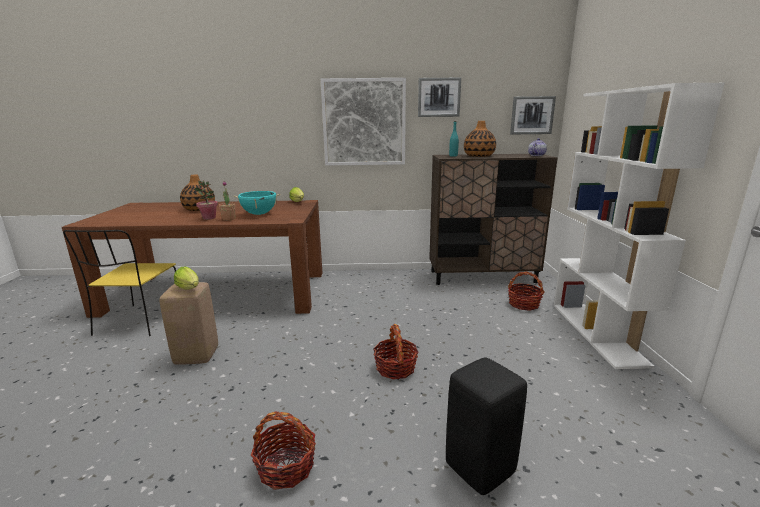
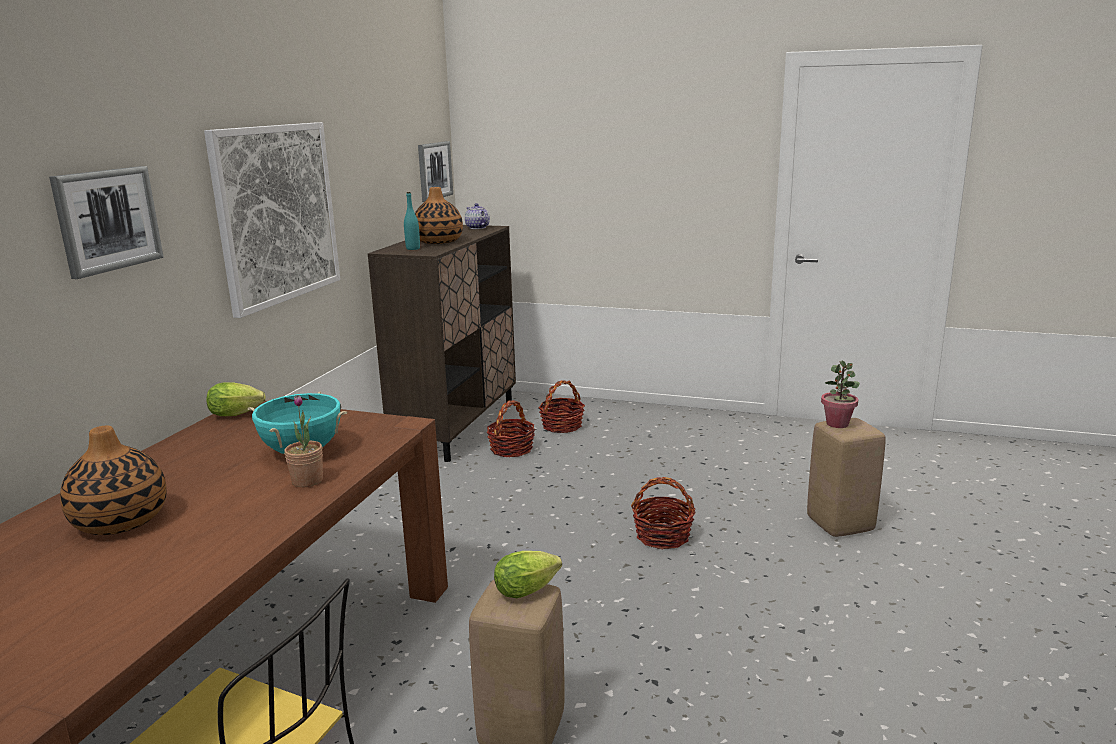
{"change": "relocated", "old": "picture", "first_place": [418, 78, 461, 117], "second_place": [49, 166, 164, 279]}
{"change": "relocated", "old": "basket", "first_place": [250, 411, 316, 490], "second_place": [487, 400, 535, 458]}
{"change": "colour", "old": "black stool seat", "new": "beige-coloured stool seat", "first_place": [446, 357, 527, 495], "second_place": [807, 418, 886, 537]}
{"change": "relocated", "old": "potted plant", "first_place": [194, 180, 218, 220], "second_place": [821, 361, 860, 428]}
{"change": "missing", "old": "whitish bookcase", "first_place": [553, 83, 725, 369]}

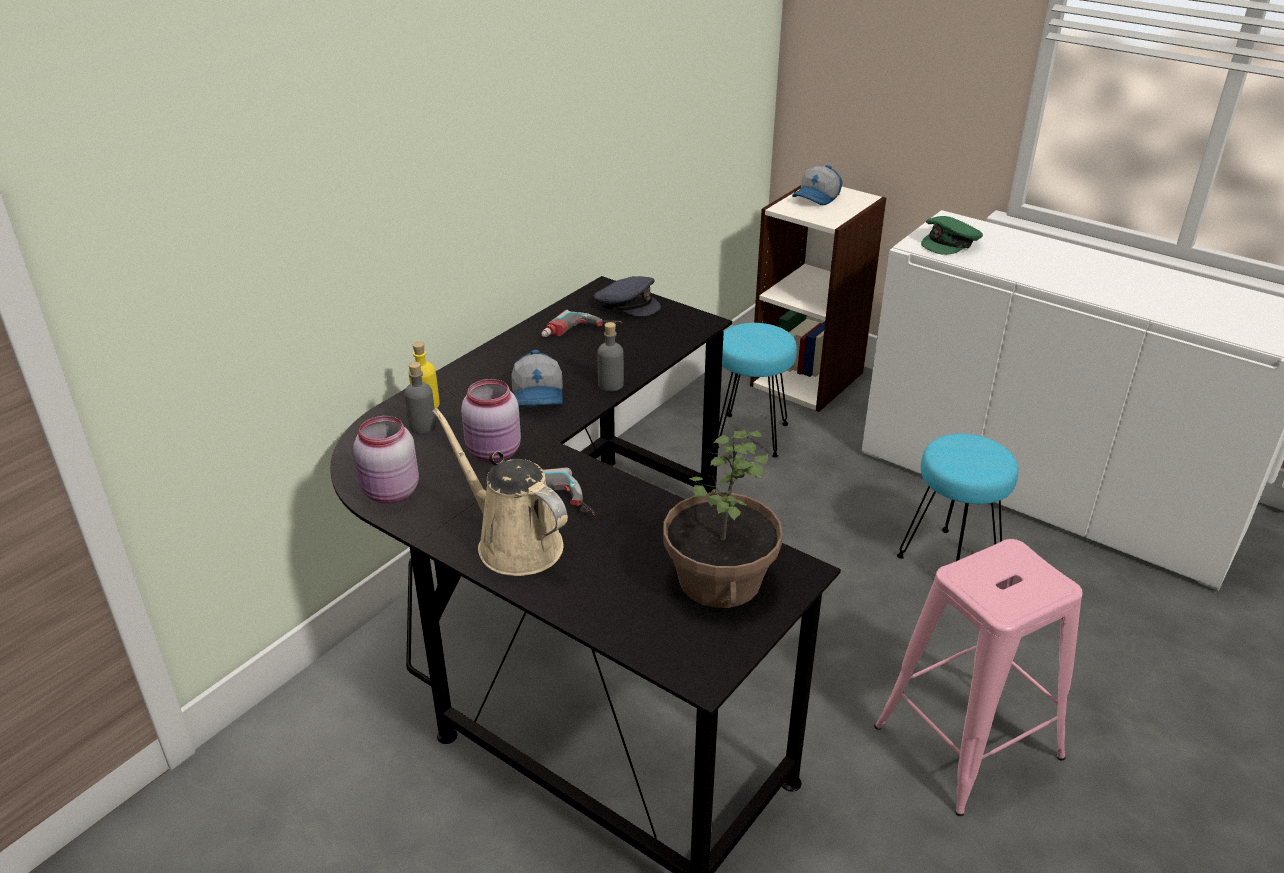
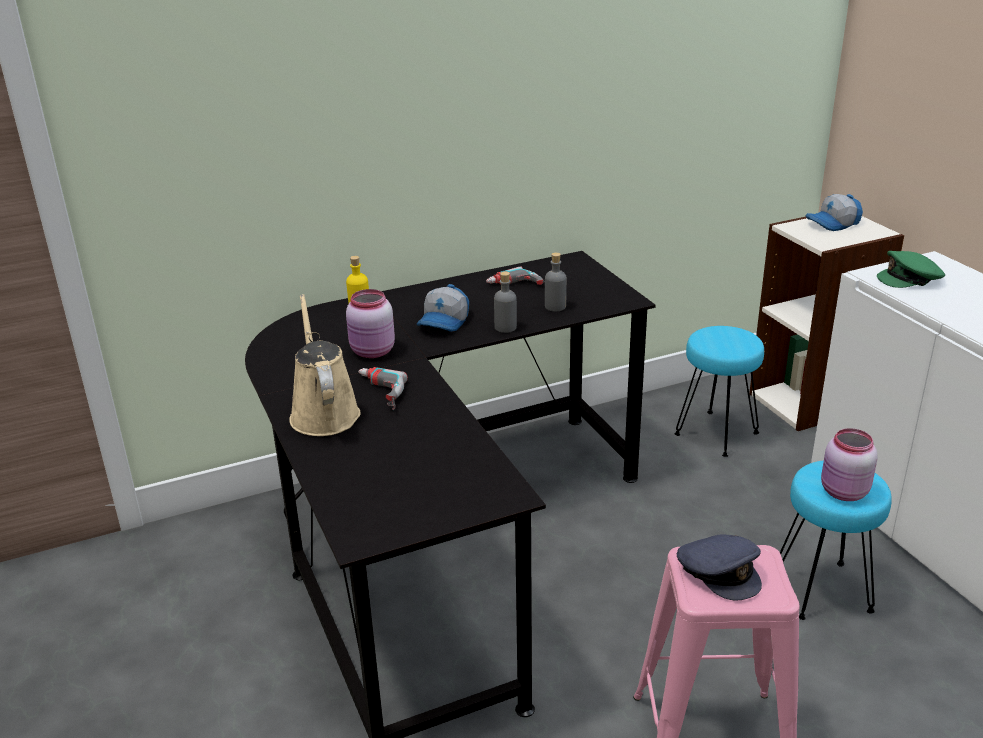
{"change": "relocated", "old": "greyish bottle", "first_place": [404, 362, 436, 434], "second_place": [545, 252, 567, 311]}
{"change": "relocated", "old": "greyish peaked cap", "first_place": [594, 276, 661, 317], "second_place": [677, 535, 762, 600]}
{"change": "relocated", "old": "pink-coloured storage jar", "first_place": [353, 416, 419, 504], "second_place": [821, 428, 878, 501]}
{"change": "missing", "old": "potted plant", "first_place": [663, 430, 783, 608]}

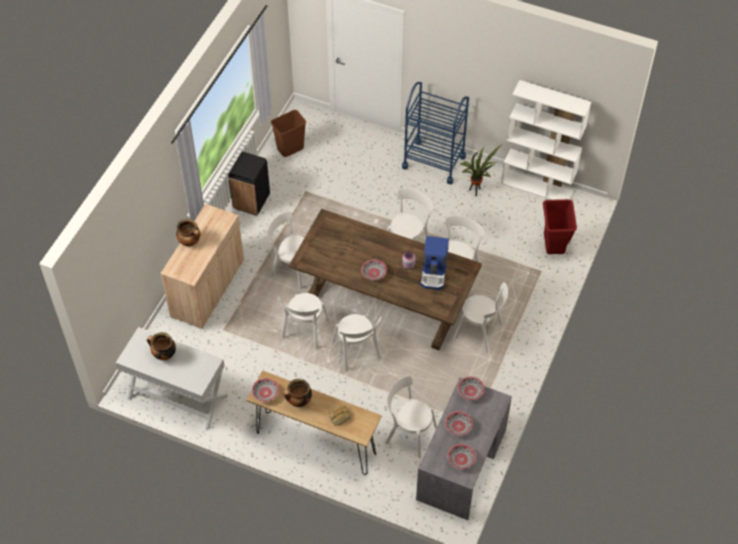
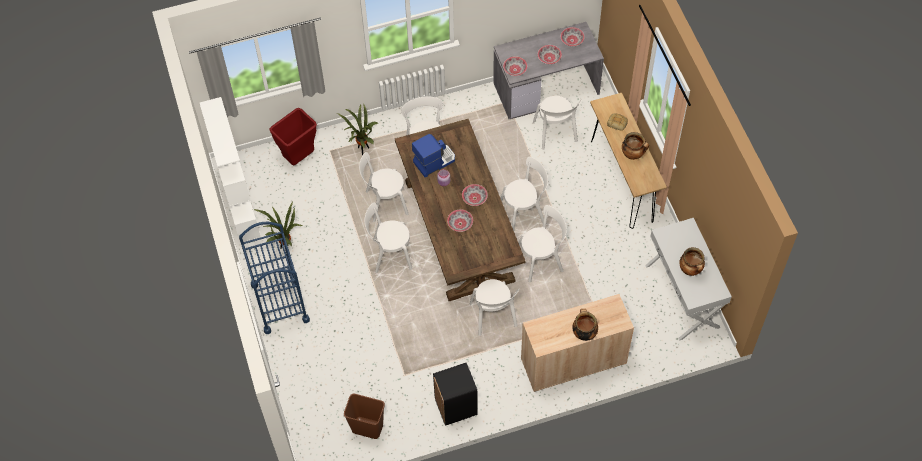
{"change": "appeared", "new": "potted plant", "second_place": [337, 103, 379, 155]}
{"change": "relocated", "old": "serving bowl", "first_place": [251, 378, 279, 402], "second_place": [447, 209, 473, 232]}
{"change": "spun", "old": "whitish chair", "first_place": [332, 314, 381, 372], "second_place": [501, 157, 548, 231], "degrees": 45}

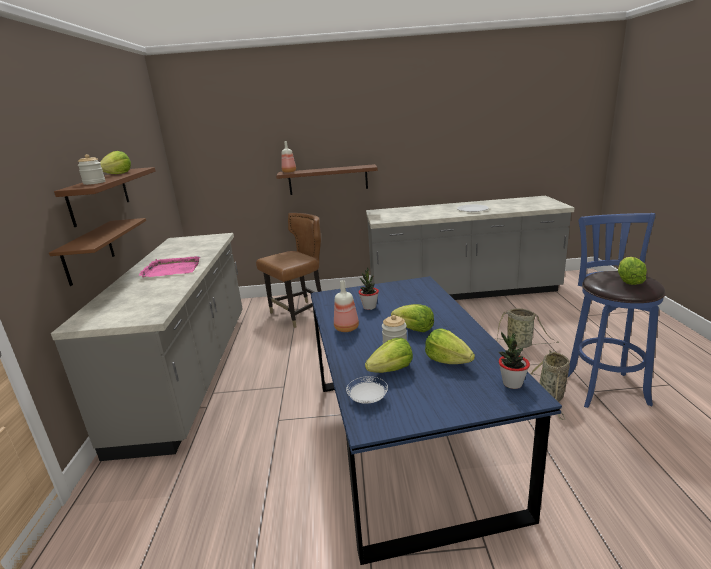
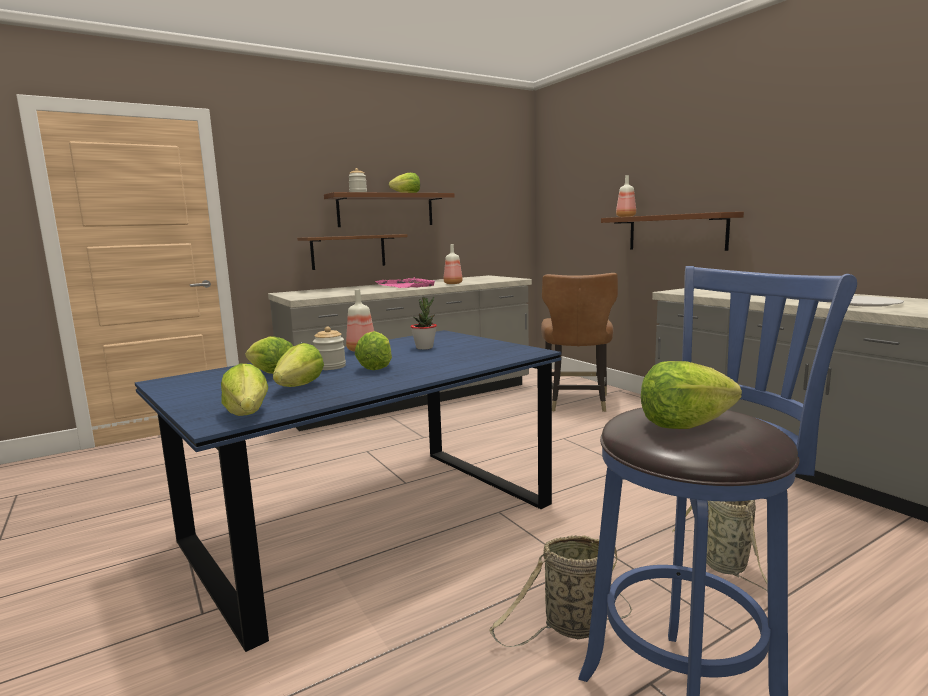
{"change": "exchanged", "old": "potted plant", "new": "lettuce head", "first_place": [499, 332, 530, 389], "second_place": [221, 364, 268, 416]}
{"change": "appeared", "new": "bottle", "second_place": [444, 244, 463, 284]}
{"change": "spun", "old": "brownish chair", "first_place": [256, 213, 321, 328], "second_place": [541, 273, 618, 412], "degrees": 75}
{"change": "missing", "old": "whitish flat dish", "first_place": [346, 376, 388, 404]}

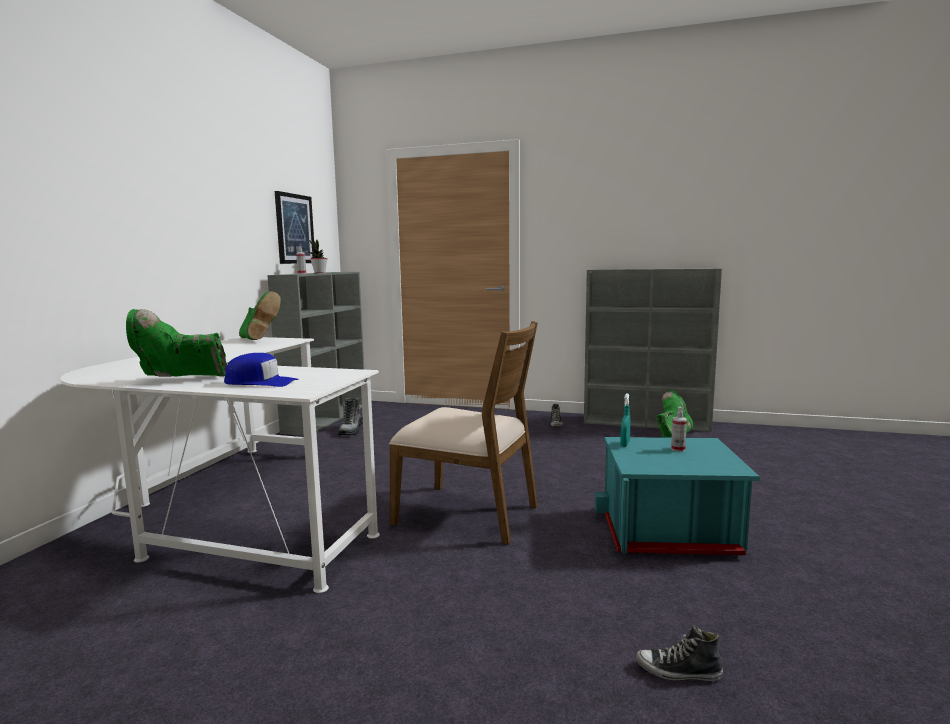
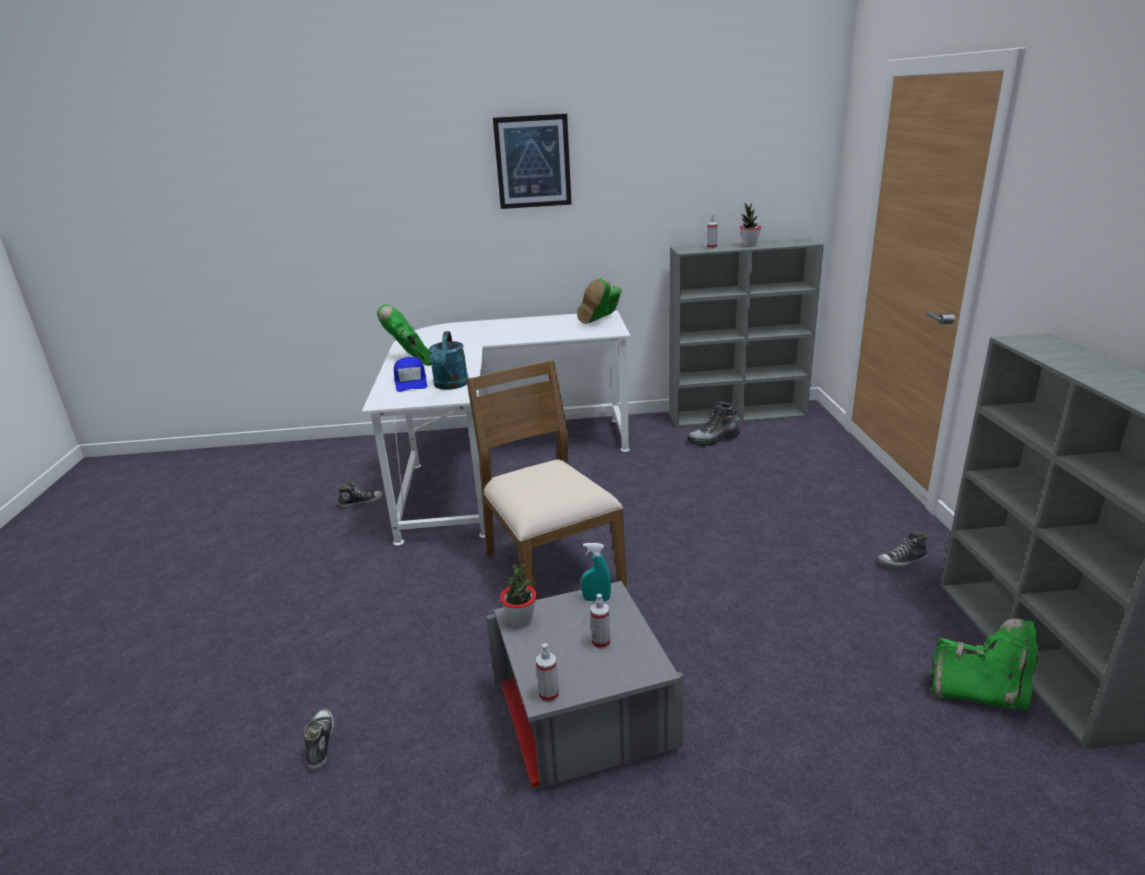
{"change": "appeared", "new": "low shoe", "second_place": [338, 481, 383, 508]}
{"change": "appeared", "new": "blue-green watering can", "second_place": [429, 331, 468, 390]}
{"change": "spun", "old": "brownish chair", "first_place": [389, 321, 538, 545], "second_place": [466, 360, 627, 588], "degrees": 150}
{"change": "colour", "old": "blue-green storage box", "new": "greyish storage box", "first_place": [594, 437, 760, 555], "second_place": [487, 581, 684, 788]}
{"change": "relocated", "old": "picture", "first_place": [275, 191, 315, 264], "second_place": [493, 113, 571, 209]}
{"change": "appeared", "new": "potted plant", "second_place": [500, 563, 537, 628]}
{"change": "appeared", "new": "hand sprayer", "second_place": [536, 643, 559, 703]}

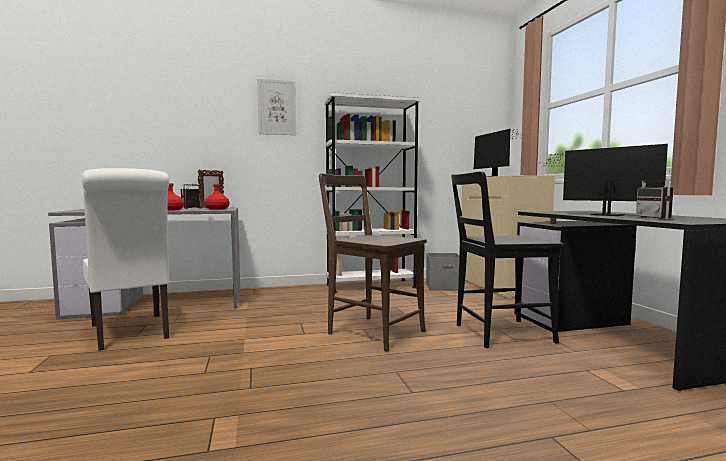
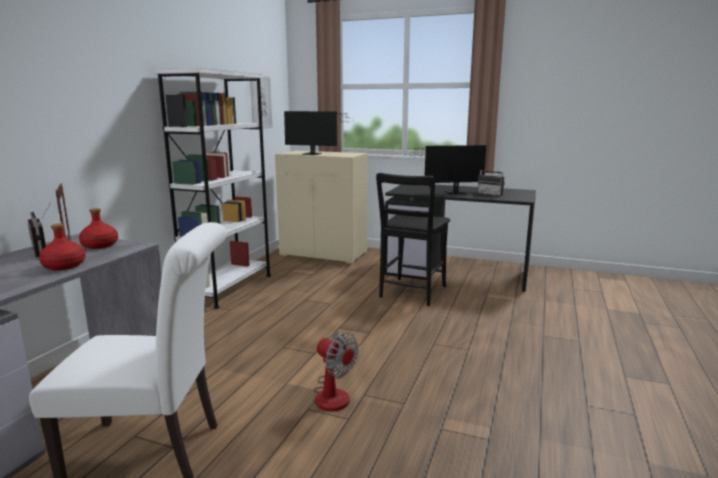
{"change": "relocated", "old": "picture", "first_place": [257, 79, 296, 135], "second_place": [250, 76, 273, 128]}
{"change": "appeared", "new": "electric fan", "second_place": [314, 331, 359, 411]}
{"change": "missing", "old": "brownish chair", "first_place": [319, 173, 427, 352]}
{"change": "missing", "old": "greyish storage box", "first_place": [426, 253, 459, 291]}

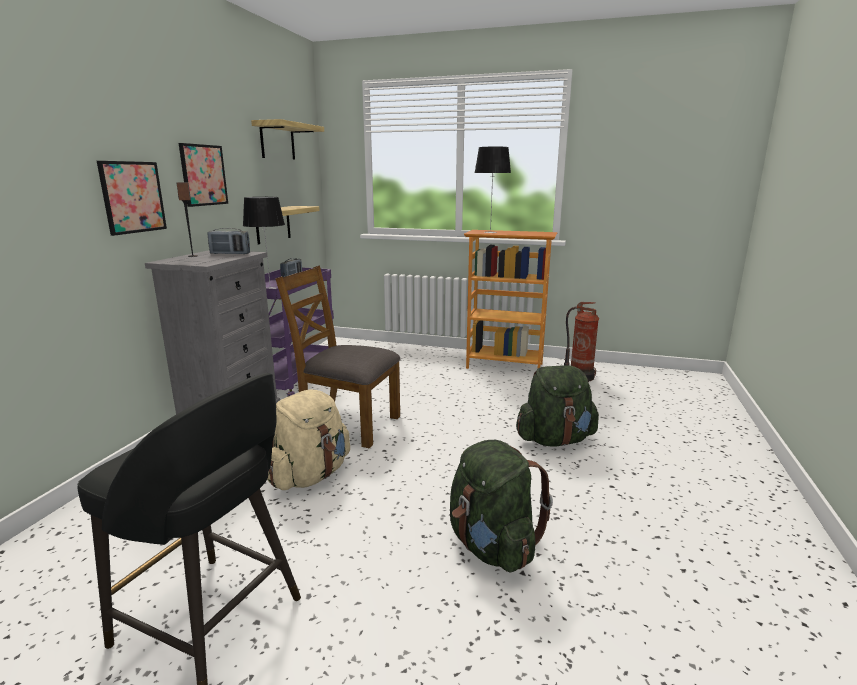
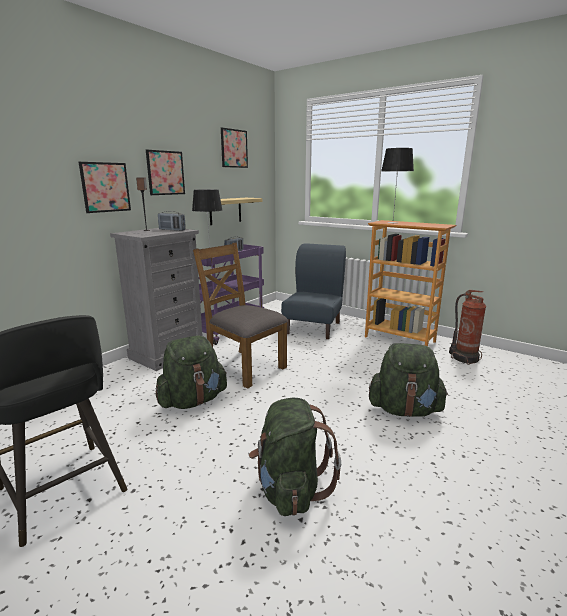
{"change": "colour", "old": "beige-coloured knapsack", "new": "greenish knapsack", "first_place": [267, 389, 350, 490], "second_place": [156, 336, 227, 409]}
{"change": "exchanged", "old": "shelf", "new": "picture", "first_place": [251, 119, 324, 160], "second_place": [221, 128, 248, 168]}
{"change": "appeared", "new": "blue chair", "second_place": [281, 243, 346, 339]}

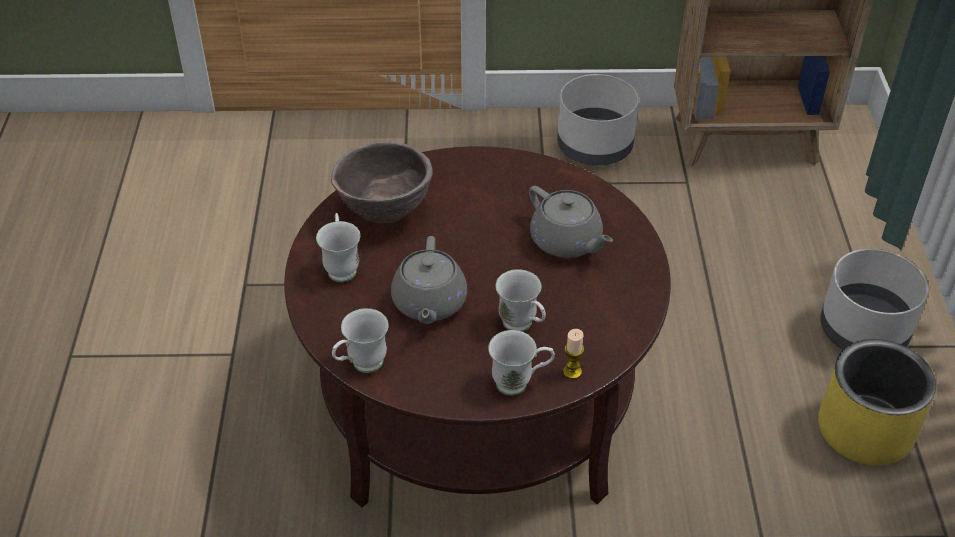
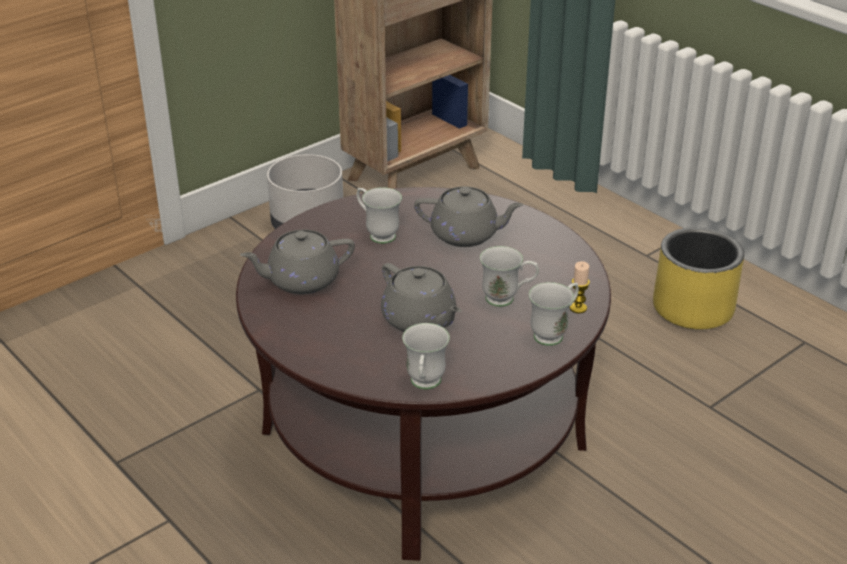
{"change": "exchanged", "old": "brownish serving bowl", "new": "greyish tea pot", "first_place": [331, 141, 433, 223], "second_place": [240, 230, 355, 294]}
{"change": "relocated", "old": "whitish tea mug", "first_place": [316, 213, 360, 282], "second_place": [357, 187, 402, 244]}
{"change": "missing", "old": "greyish plant pot", "first_place": [820, 249, 928, 349]}

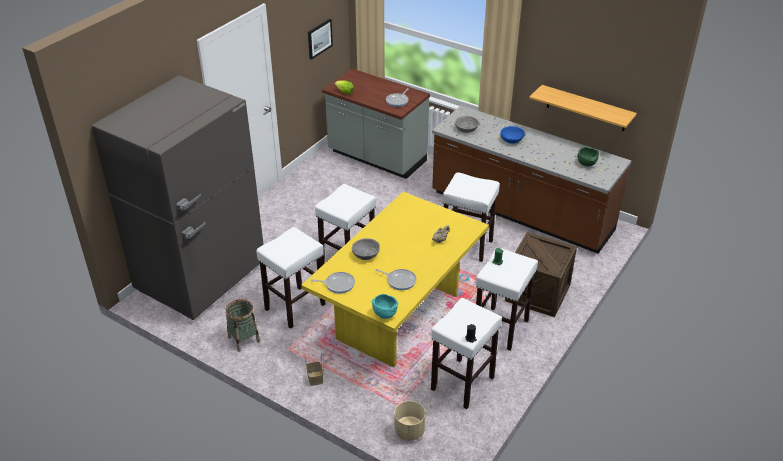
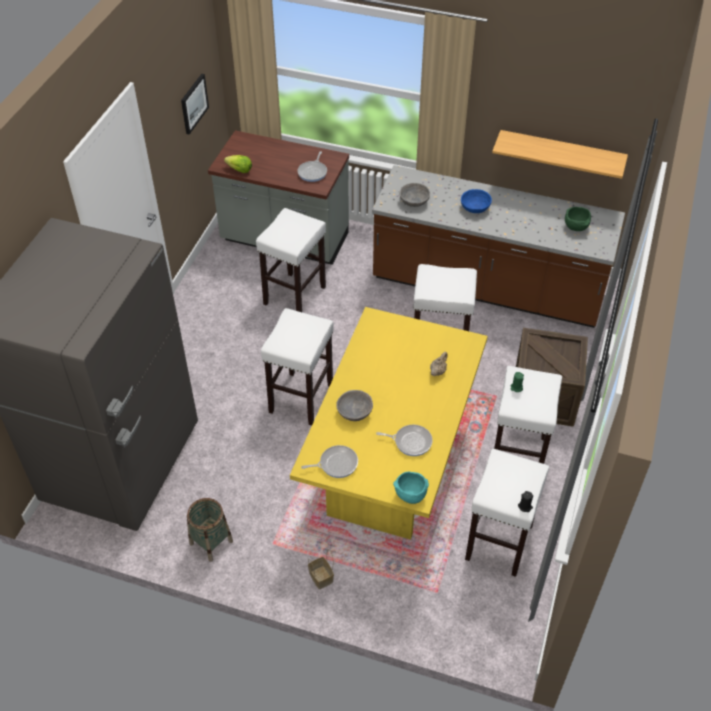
{"change": "relocated", "old": "whitish stool seat", "first_place": [256, 227, 326, 329], "second_place": [256, 208, 326, 312]}
{"change": "missing", "old": "beige-coloured plant pot", "first_place": [394, 401, 425, 441]}

